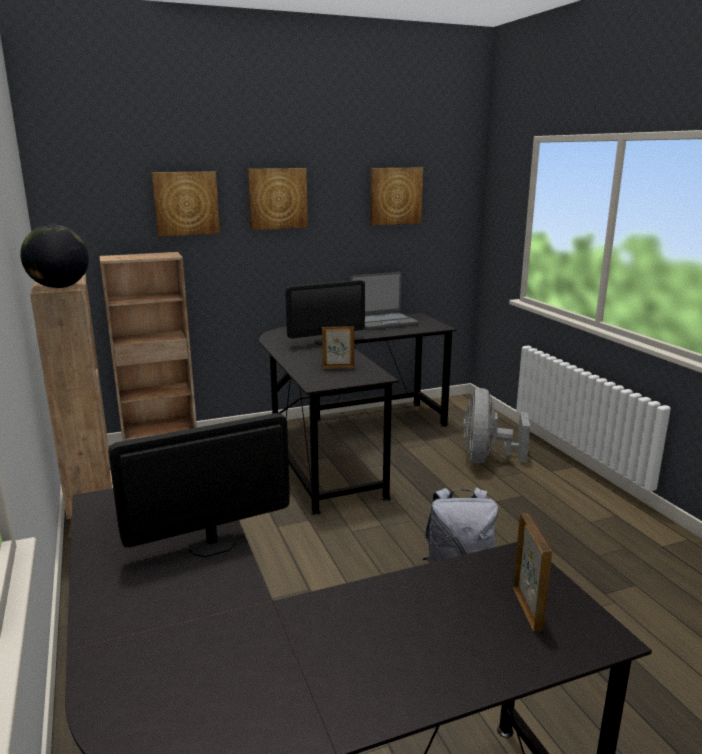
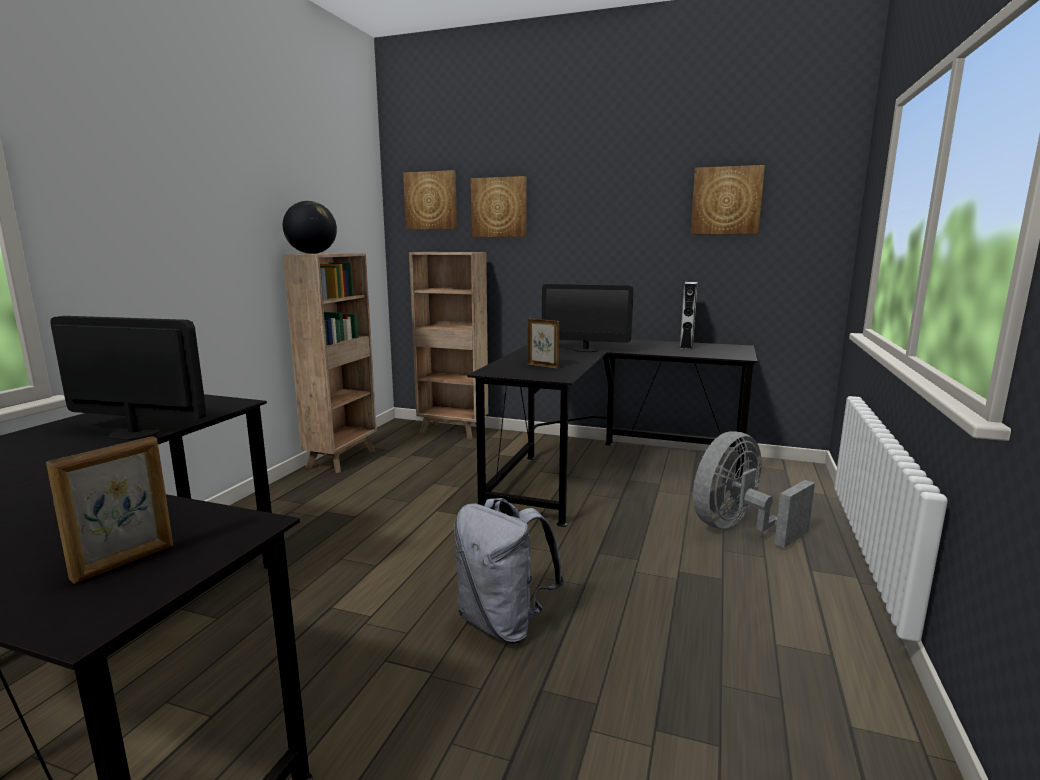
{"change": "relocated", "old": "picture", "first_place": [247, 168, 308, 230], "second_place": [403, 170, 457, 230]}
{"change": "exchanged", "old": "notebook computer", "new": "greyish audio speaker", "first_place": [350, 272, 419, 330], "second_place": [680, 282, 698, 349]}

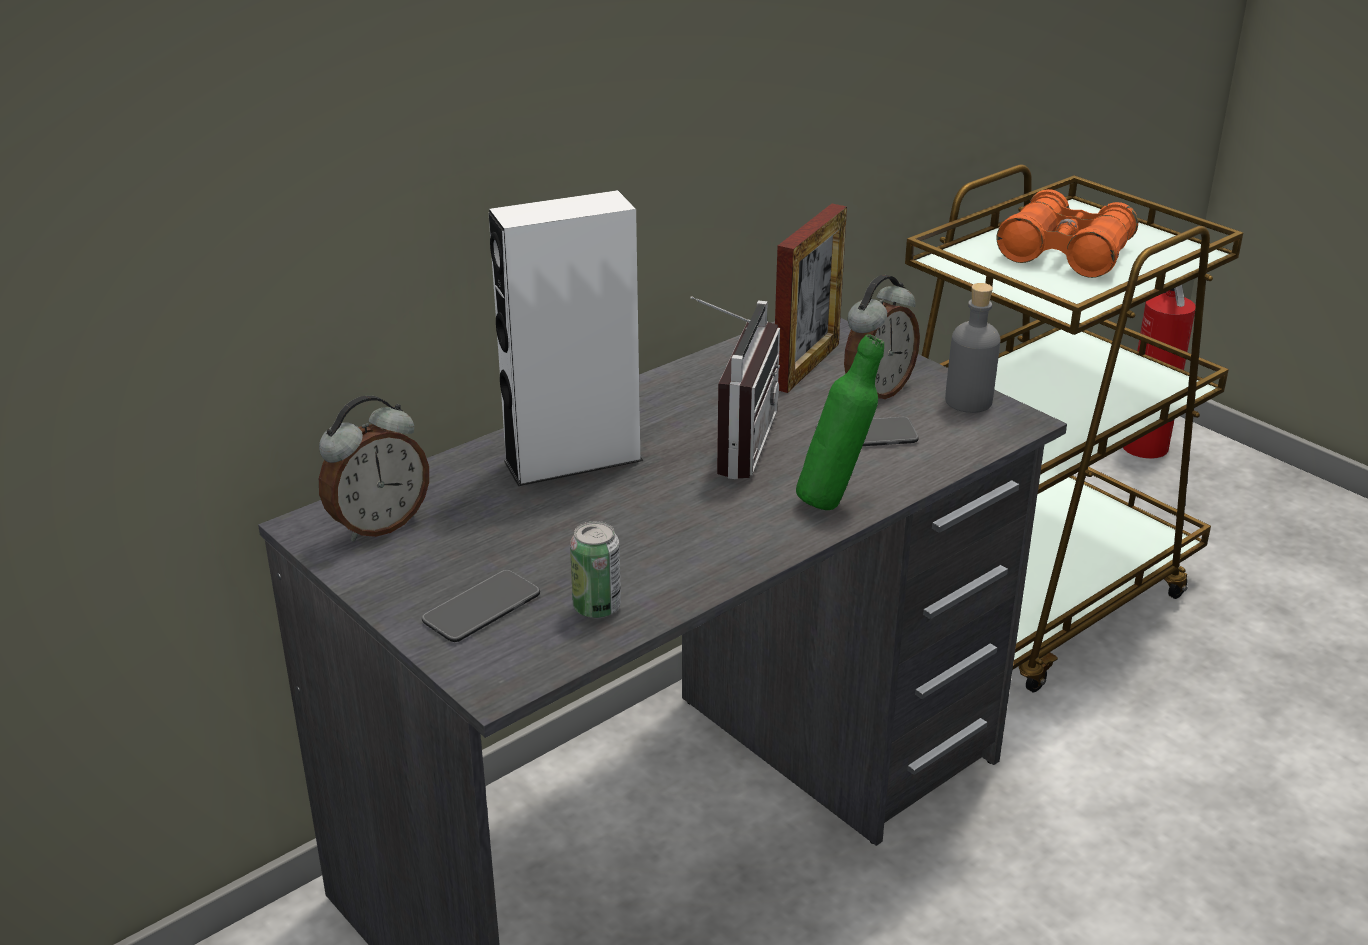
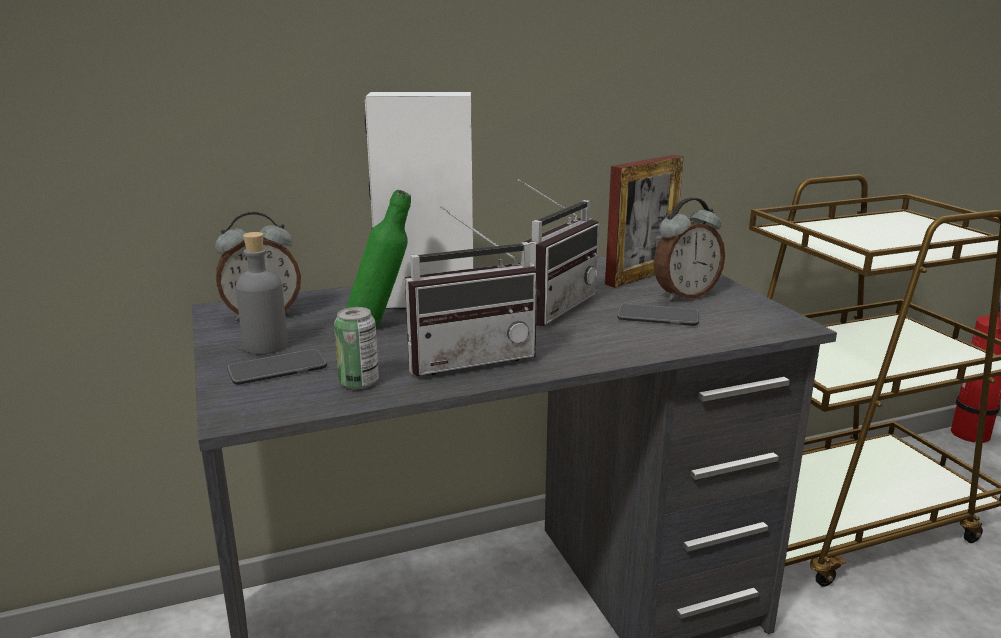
{"change": "relocated", "old": "greyish bottle", "first_place": [945, 283, 1001, 413], "second_place": [236, 232, 288, 354]}
{"change": "relocated", "old": "greenish bottle", "first_place": [796, 334, 884, 510], "second_place": [346, 190, 411, 327]}
{"change": "appeared", "new": "radio", "second_place": [405, 206, 540, 376]}
{"change": "missing", "old": "orange-coloured binoculars", "first_place": [996, 189, 1138, 278]}

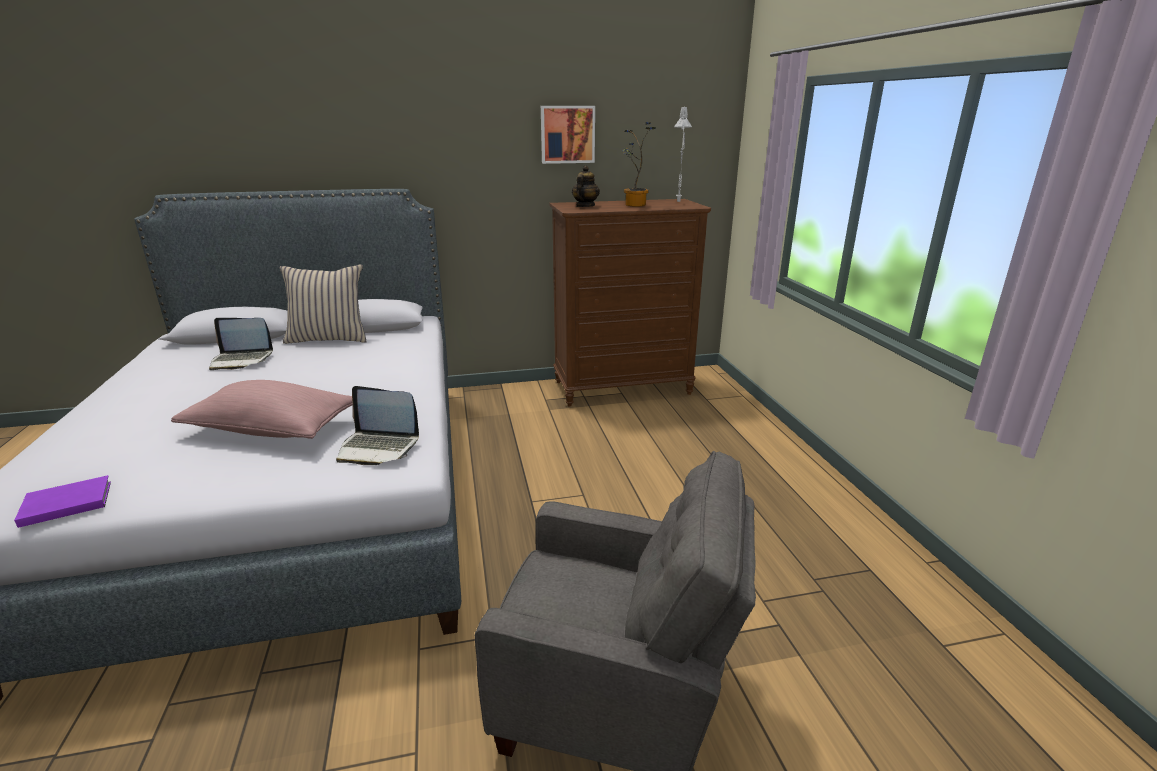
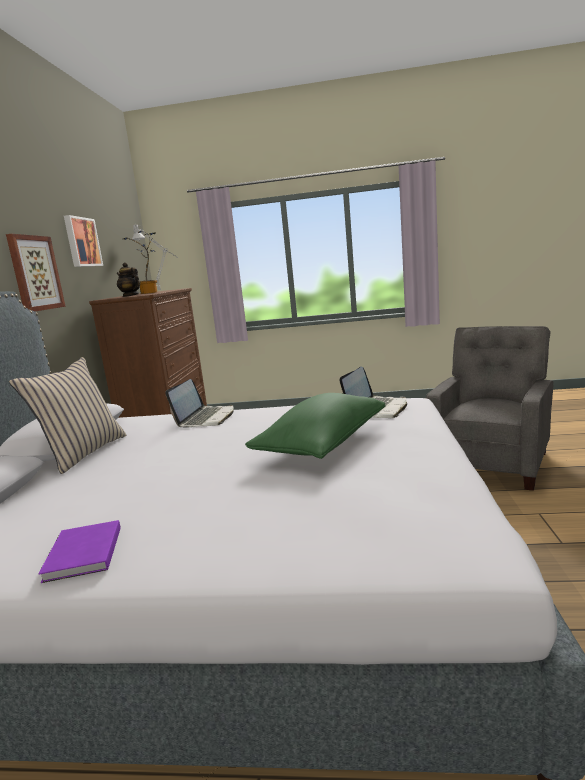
{"change": "appeared", "new": "picture", "second_place": [6, 234, 66, 311]}
{"change": "relocated", "old": "purple volume", "first_place": [14, 475, 111, 528], "second_place": [38, 520, 121, 583]}
{"change": "relocated", "old": "notebook computer", "first_place": [209, 318, 273, 370], "second_place": [165, 379, 233, 427]}
{"change": "colour", "old": "pink-coloured throw pillow", "new": "greenish throw pillow", "first_place": [171, 380, 352, 439], "second_place": [245, 393, 385, 459]}

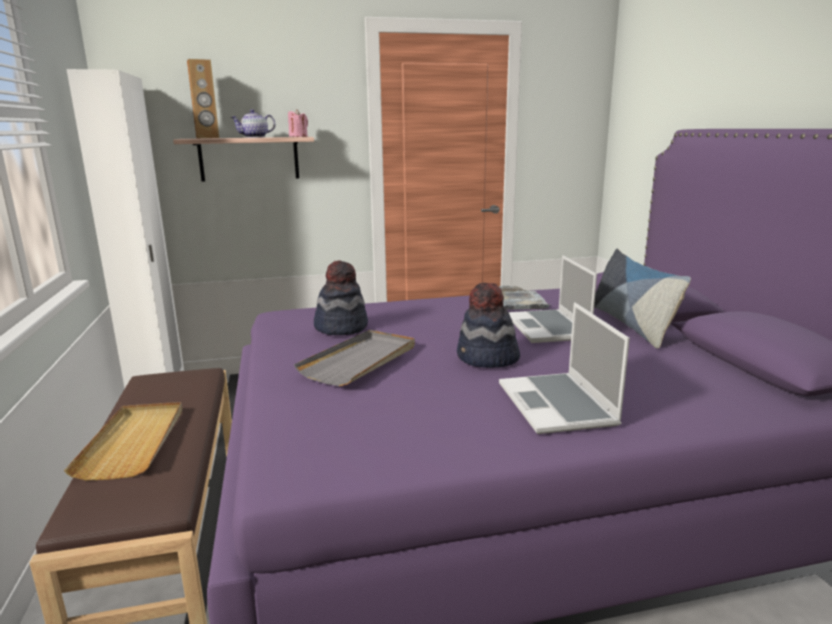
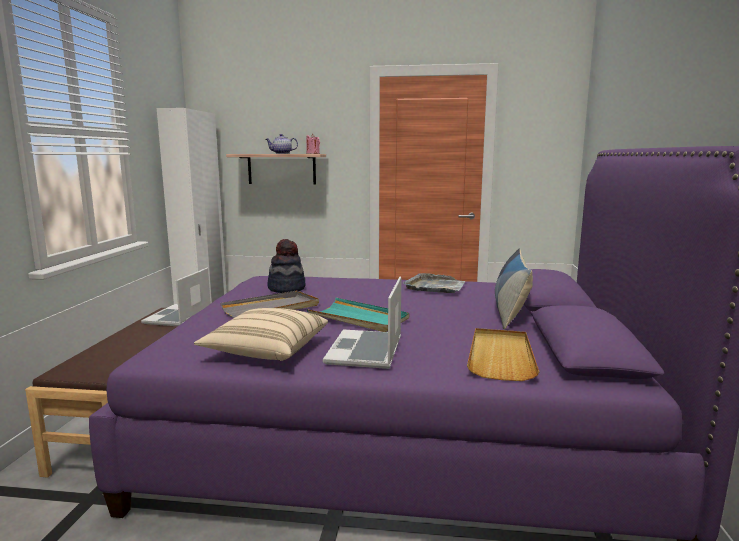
{"change": "relocated", "old": "notebook computer", "first_place": [508, 255, 597, 343], "second_place": [141, 268, 211, 326]}
{"change": "appeared", "new": "beige-coloured throw pillow", "second_place": [194, 308, 328, 361]}
{"change": "exchanged", "old": "hat", "new": "blue-green carrying tray", "first_place": [457, 283, 520, 368], "second_place": [307, 298, 409, 332]}
{"change": "relocated", "old": "beige-coloured carrying tray", "first_place": [64, 402, 182, 481], "second_place": [467, 328, 539, 381]}
{"change": "missing", "old": "brownish audio speaker", "first_place": [187, 59, 219, 139]}

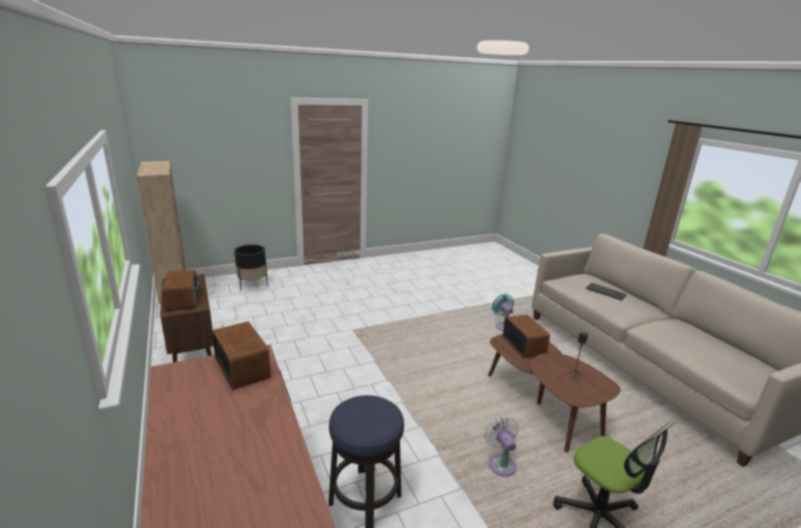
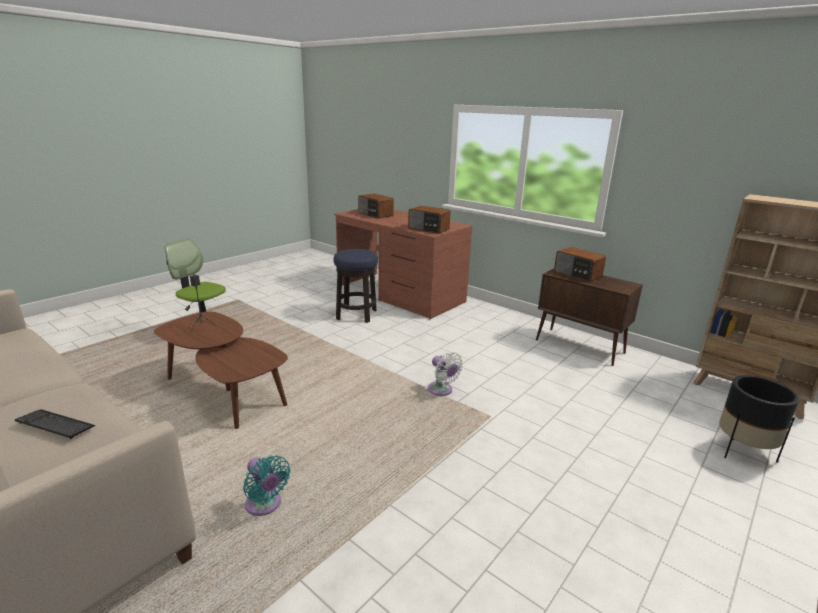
{"change": "relocated", "old": "radio", "first_place": [503, 314, 550, 358], "second_place": [358, 194, 394, 219]}
{"change": "relocated", "old": "whitish electric fan", "first_place": [484, 416, 519, 477], "second_place": [428, 352, 463, 396]}

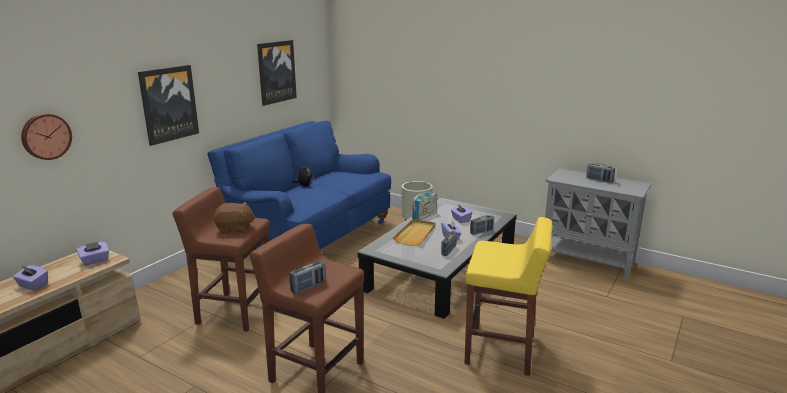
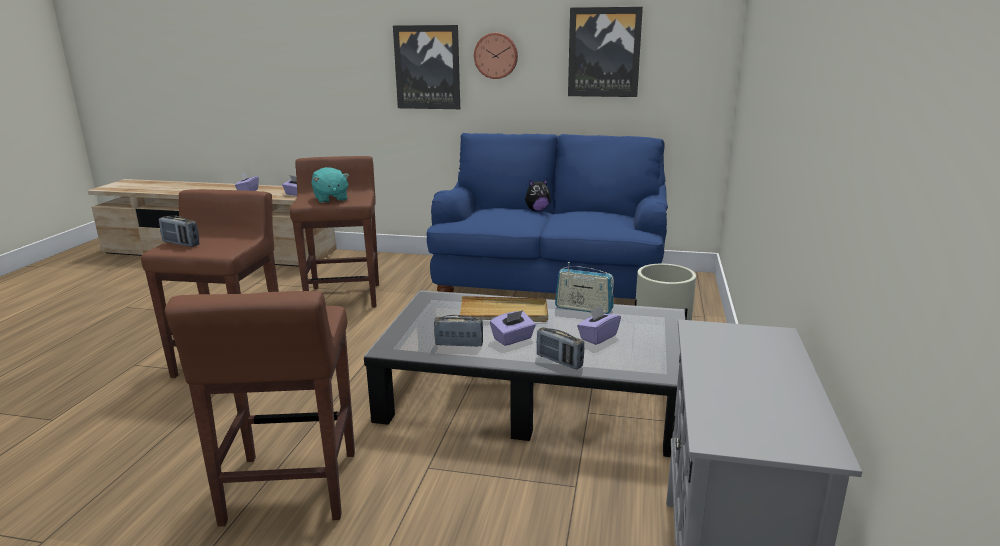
{"change": "colour", "old": "yellow stool seat", "new": "brownish stool seat", "first_place": [464, 217, 553, 376], "second_place": [165, 291, 355, 527]}
{"change": "colour", "old": "brownish plush toy", "new": "blue-green plush toy", "first_place": [214, 202, 256, 234], "second_place": [311, 167, 349, 203]}
{"change": "relocated", "old": "wall clock", "first_place": [21, 114, 72, 160], "second_place": [474, 33, 518, 79]}
{"change": "missing", "old": "radio", "first_place": [586, 164, 615, 183]}

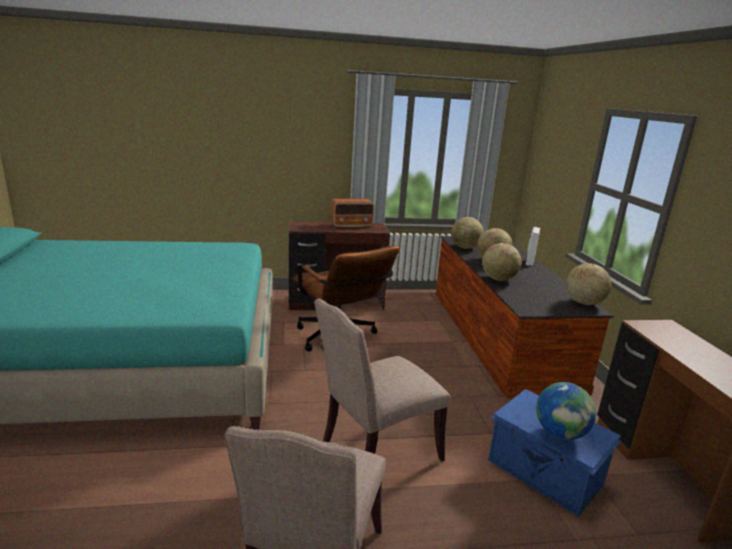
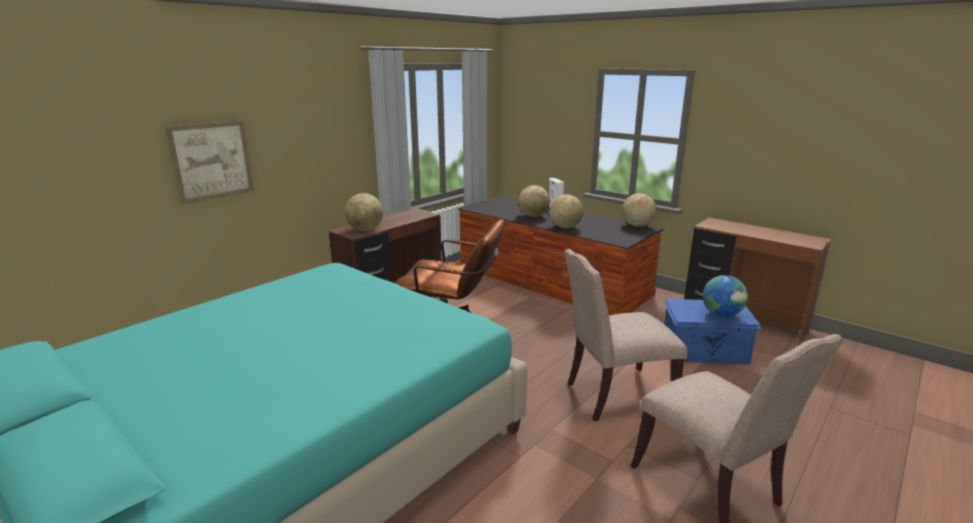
{"change": "appeared", "new": "picture", "second_place": [165, 120, 254, 204]}
{"change": "relocated", "old": "globe", "first_place": [451, 217, 483, 249], "second_place": [345, 193, 383, 231]}
{"change": "spun", "old": "beige-coloured chair", "first_place": [314, 299, 451, 462], "second_place": [564, 249, 687, 421], "degrees": 60}
{"change": "missing", "old": "radio", "first_place": [330, 198, 375, 228]}

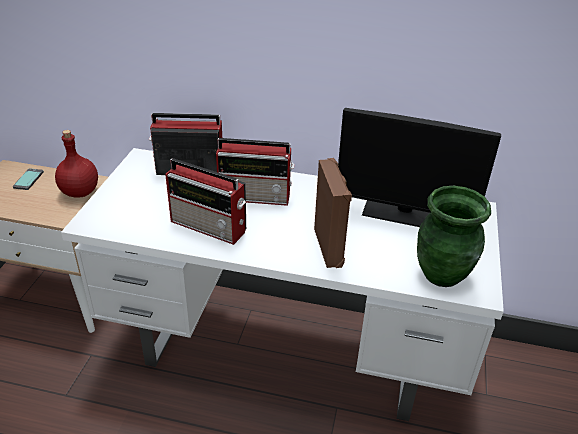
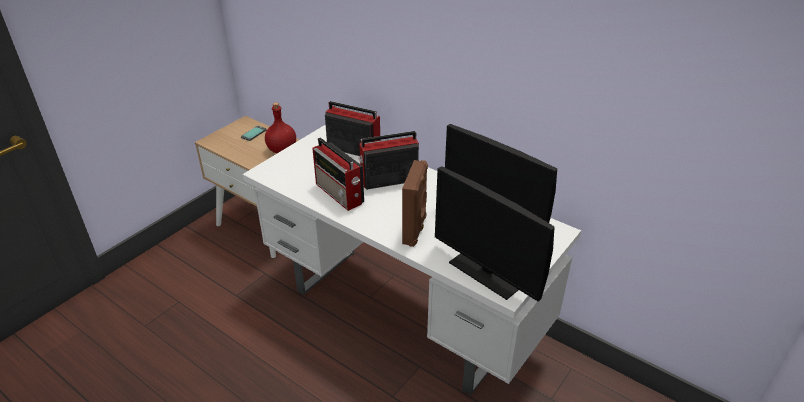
{"change": "spun", "old": "radio", "first_place": [216, 138, 295, 206], "second_place": [358, 131, 419, 190], "degrees": 135}
{"change": "exchanged", "old": "greenish flower vase", "new": "monitor", "first_place": [417, 186, 491, 287], "second_place": [435, 167, 555, 302]}

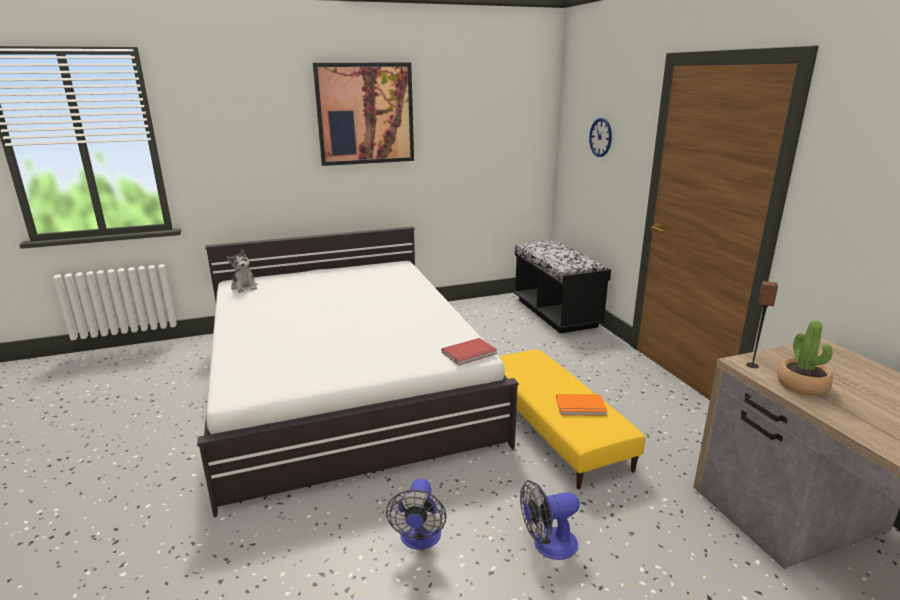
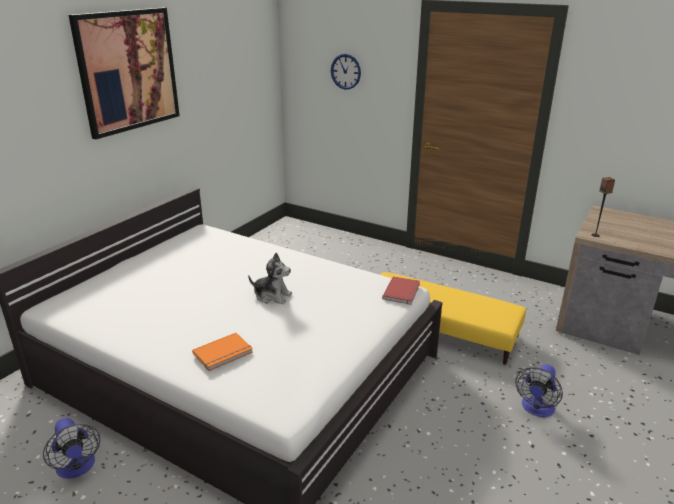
{"change": "relocated", "old": "electric fan", "first_place": [386, 478, 446, 550], "second_place": [43, 418, 100, 479]}
{"change": "relocated", "old": "orange-coloured volume", "first_place": [556, 394, 608, 416], "second_place": [192, 333, 253, 371]}
{"change": "relocated", "old": "plush toy", "first_place": [227, 249, 258, 293], "second_place": [248, 253, 292, 304]}
{"change": "missing", "old": "black long seat", "first_place": [513, 241, 611, 333]}
{"change": "missing", "old": "potted plant", "first_place": [777, 320, 833, 396]}

